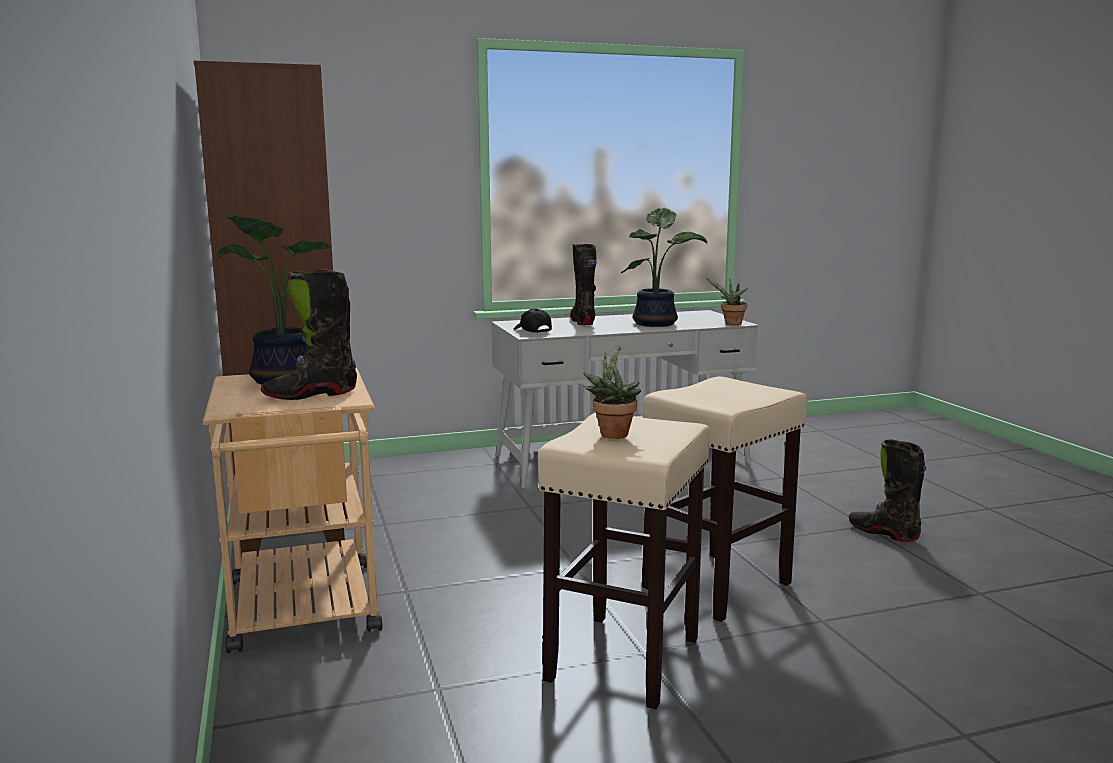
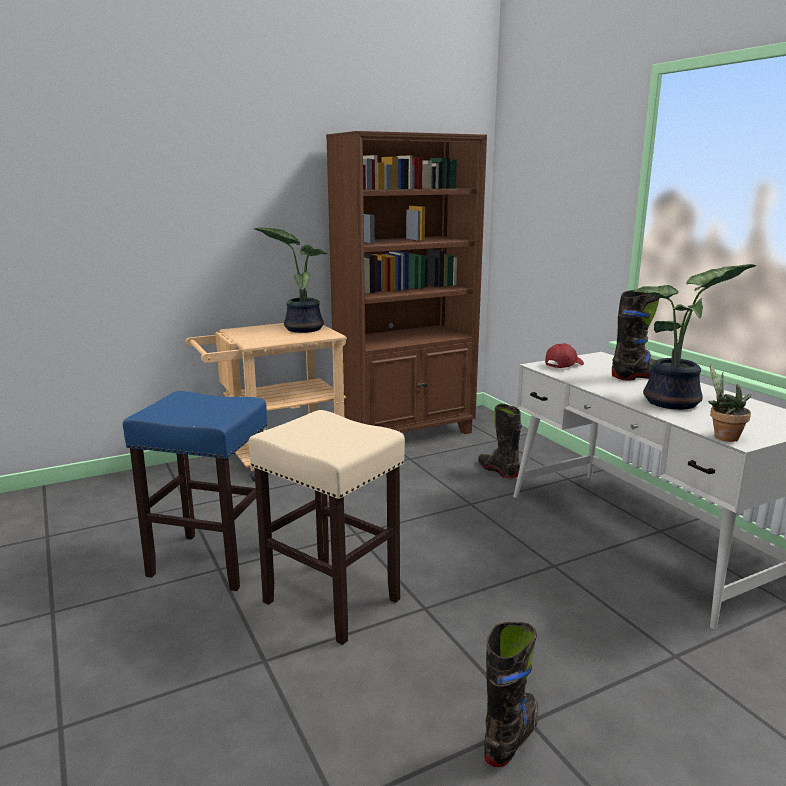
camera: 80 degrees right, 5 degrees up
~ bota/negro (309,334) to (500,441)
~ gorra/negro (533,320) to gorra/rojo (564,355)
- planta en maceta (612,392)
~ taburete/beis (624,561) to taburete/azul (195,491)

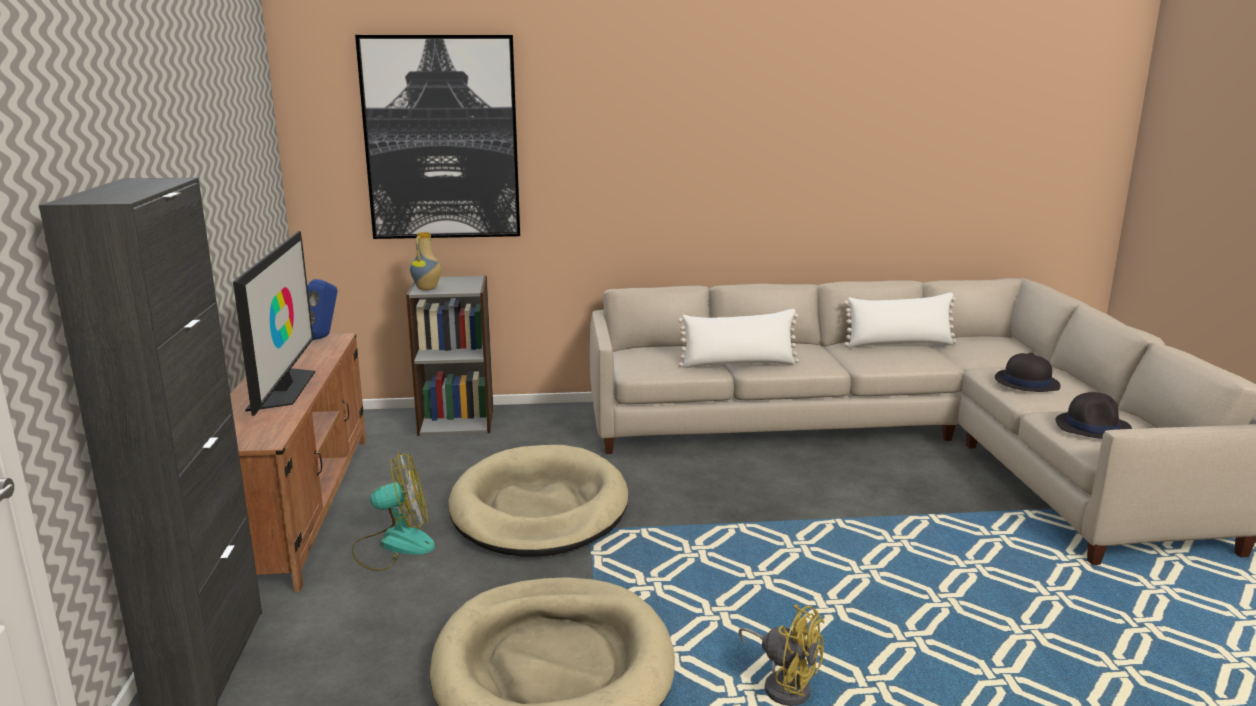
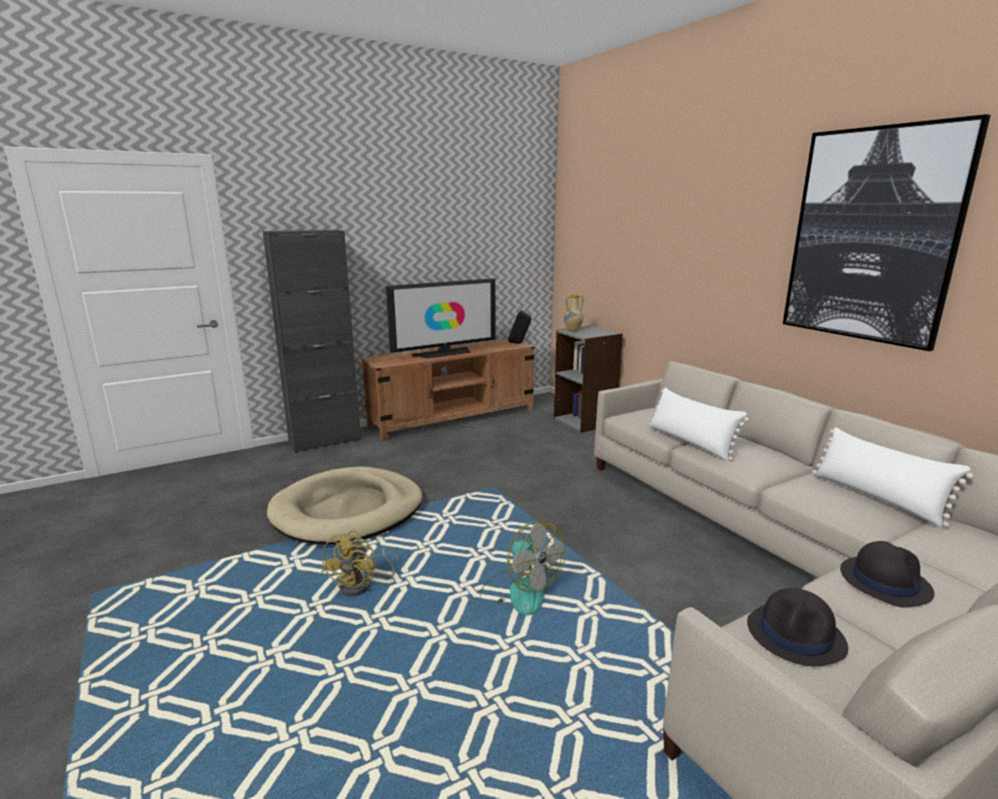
camera: 65 degrees right, 0 degrees up
~ cuadro (437,137) to (887,232)
~ altavoz/azul (322,309) to altavoz/negro (519,327)
- cama para perro/beis (538,501)
~ ventilador (393,511) to (523,567)

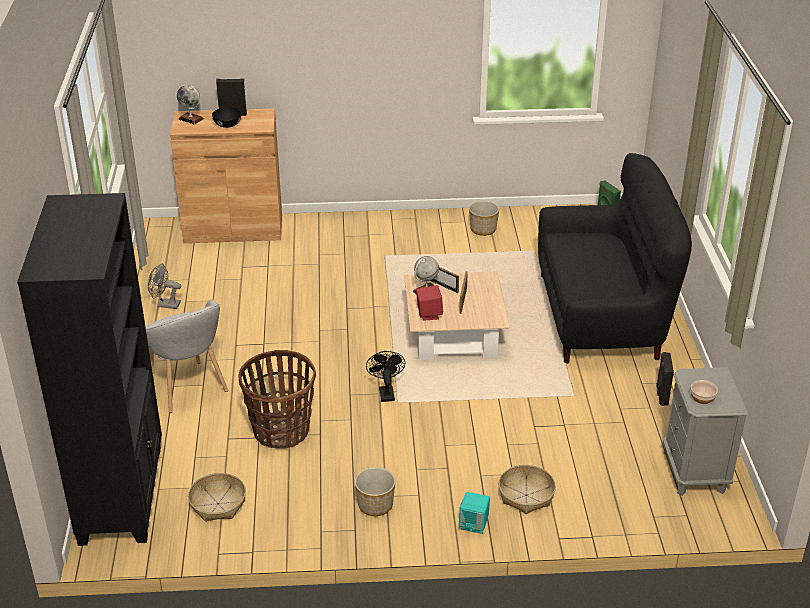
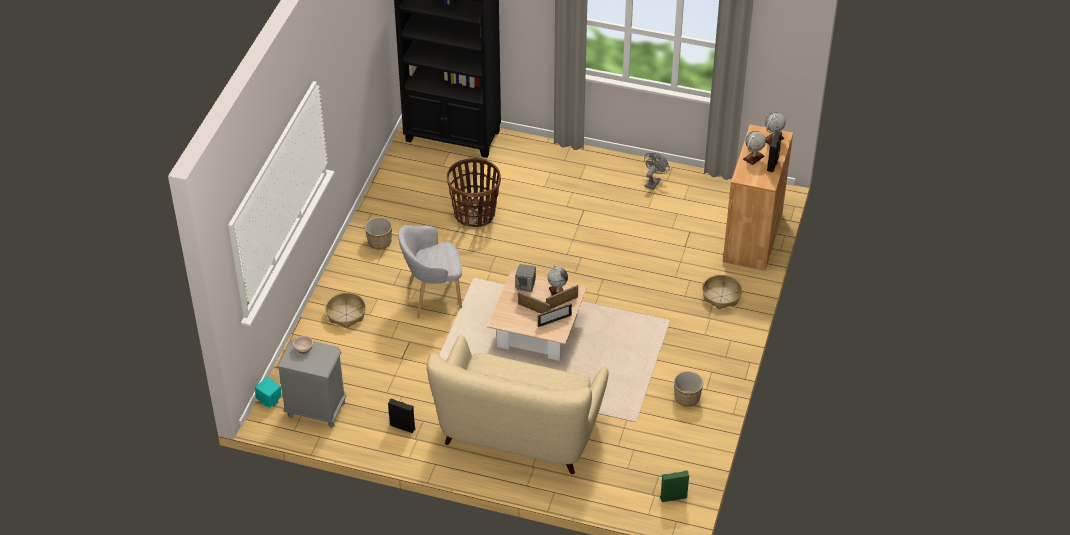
camera: 110 degrees right, 10 degrees up
~ cuenco/negro (227,117) to globo terráqueo (754,148)
~ sofá/negro (615,258) to sofá/beis (517,404)
~ altavoz/rojo (429,303) to altavoz/gris (525,278)
~ sillón/gris (186,356) to (430,271)
- ventilador/negro (385,376)
~ cesta (217,497) to (722,292)
~ altavoz/turquesa (474,513) to (268,392)
+ portarretratos (555,315)

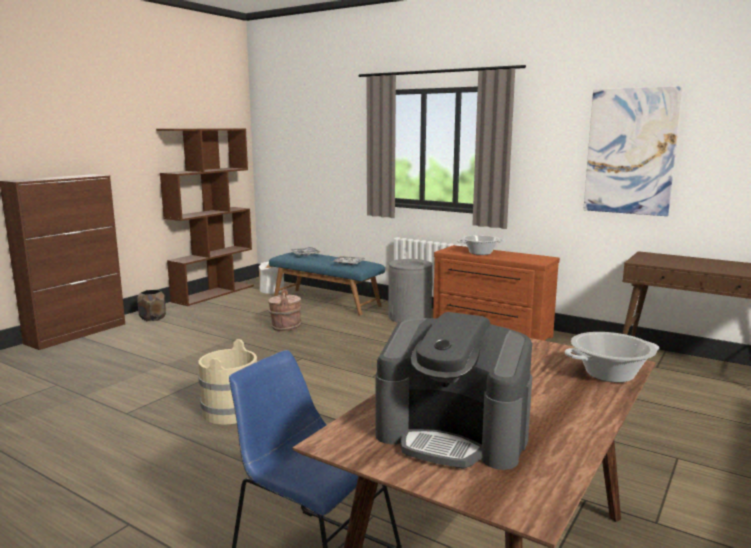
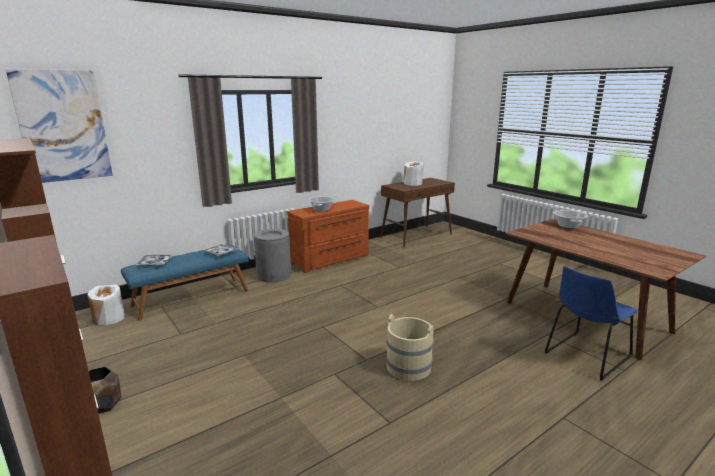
camera: 70 degrees left, 5 degrees up
~ cuadro (633,151) to (59,126)
- cubo/marrón (285,310)
- cafetera (453,391)
+ florero/blanco (414,173)

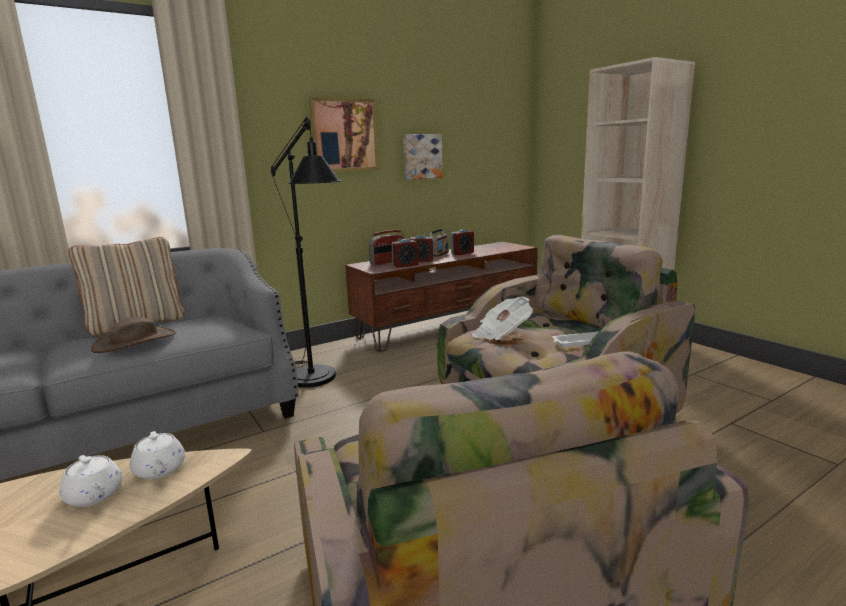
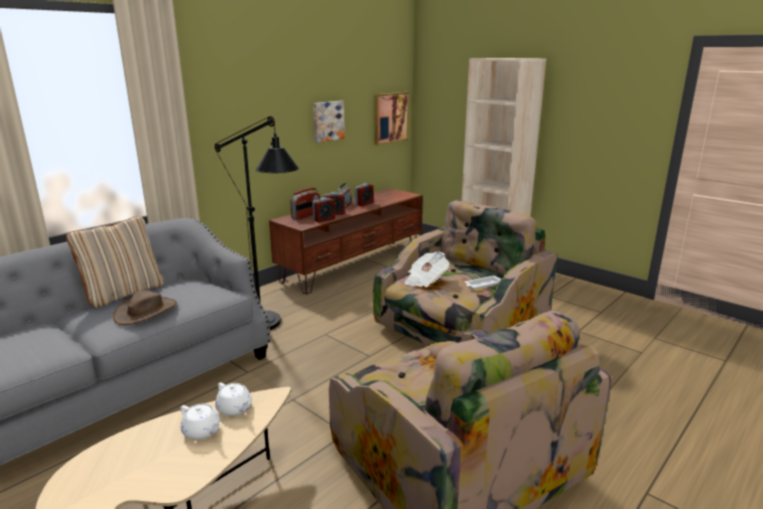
camera: 15 degrees left, 5 degrees up
~ cuadro (344,134) to (391,119)

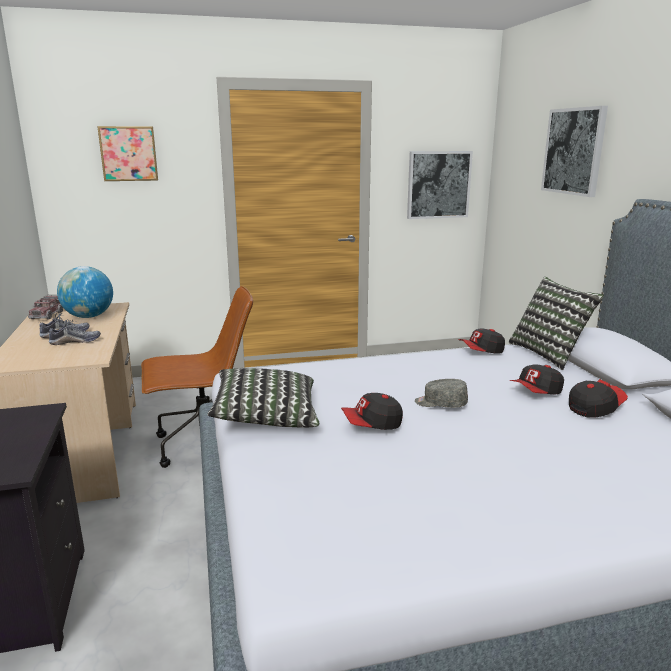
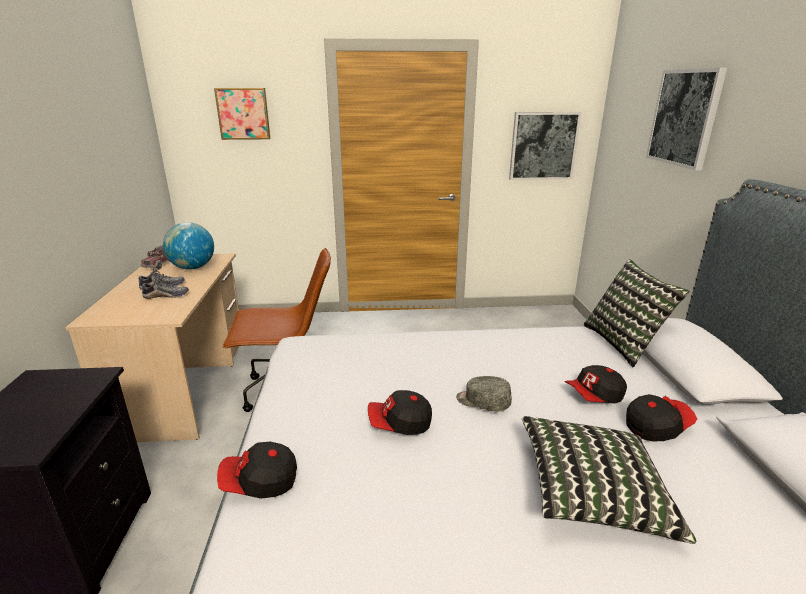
camera: 10 degrees right, 5 degrees up
~ gorra (482,341) to (257,470)
~ cojín (263,398) to (609,480)

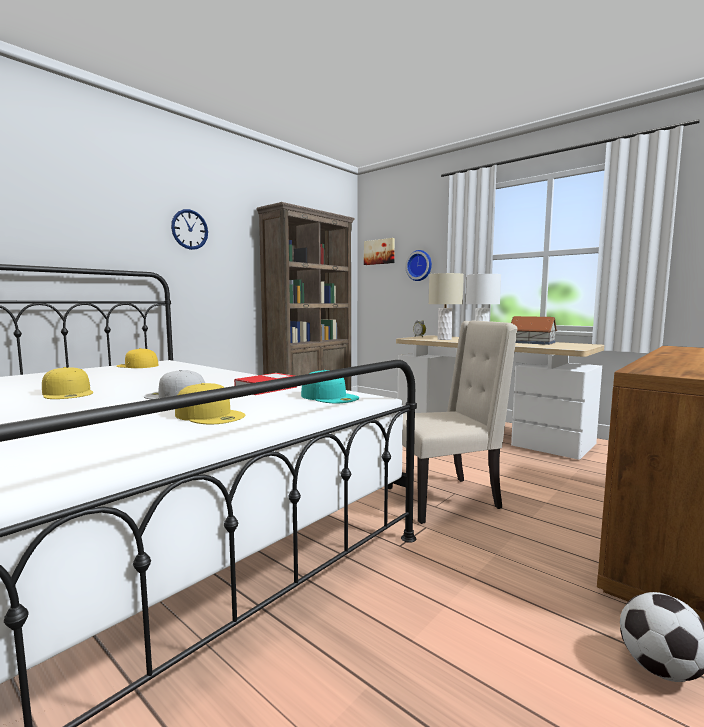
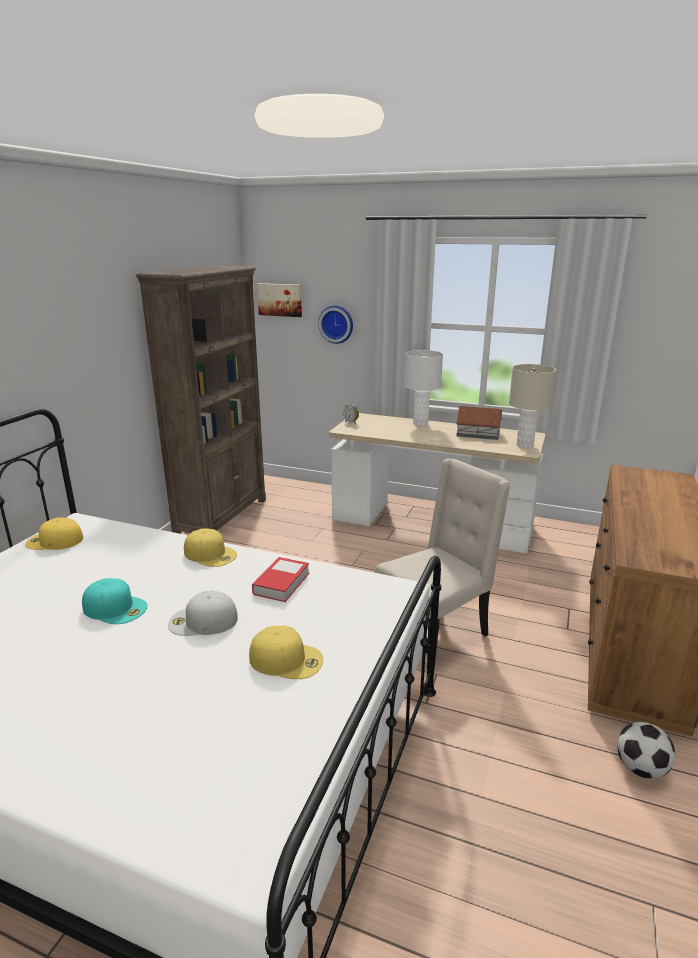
camera: 20 degrees left, 15 degrees up
- reloj de pared (189,229)
~ lámpara de mesa/beis (446,306) to (532,406)
~ gorra/amarillo (67,383) to (210,547)
~ gorra/turquesa (330,386) to (115,601)

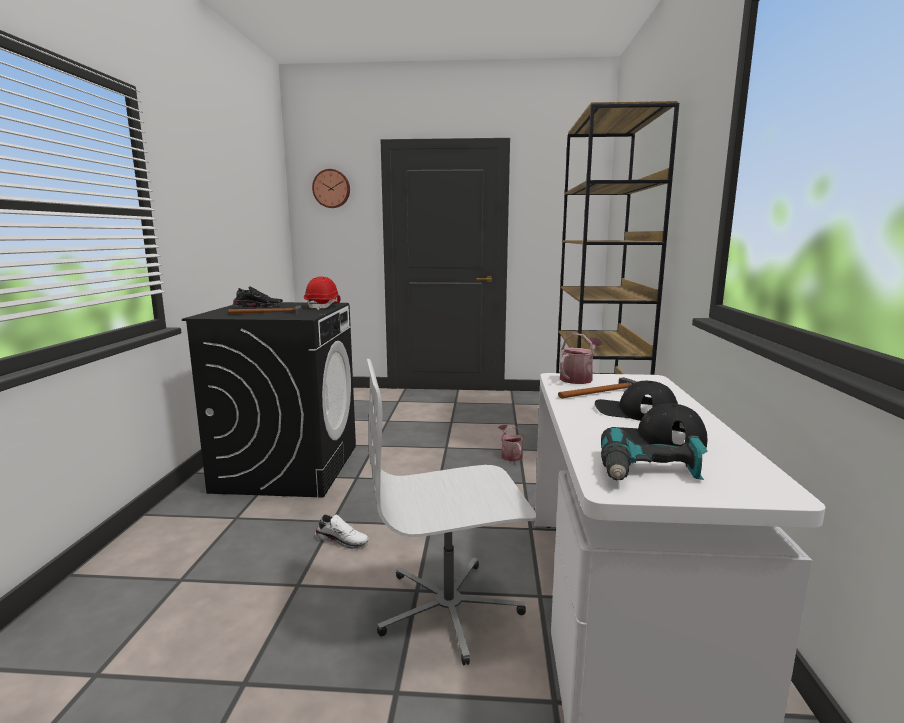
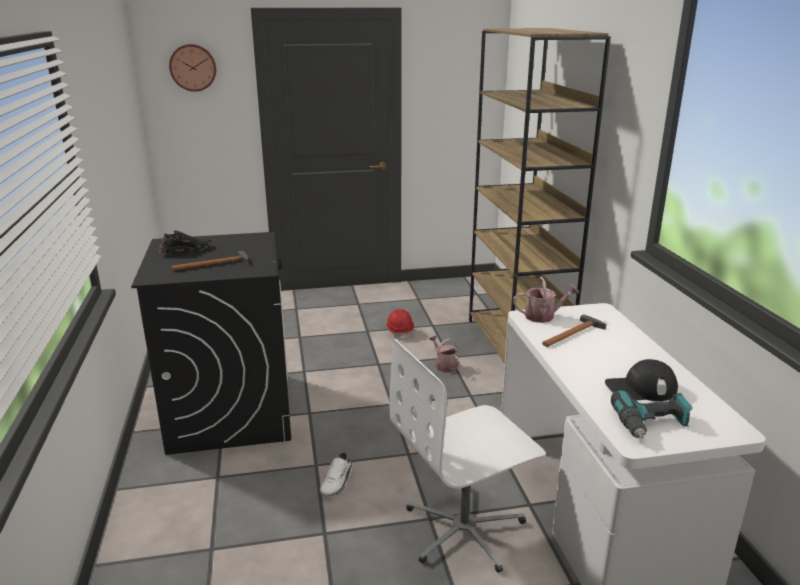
camera: 15 degrees left, 10 degrees up
~ casco/rojo (322,293) to (400,324)
~ regadera (581,358) = (546,300) 60 degrees clockwise
- gorra/negro (636,401)
~ zapato/blanco (342,531) = (337,474) 105 degrees clockwise

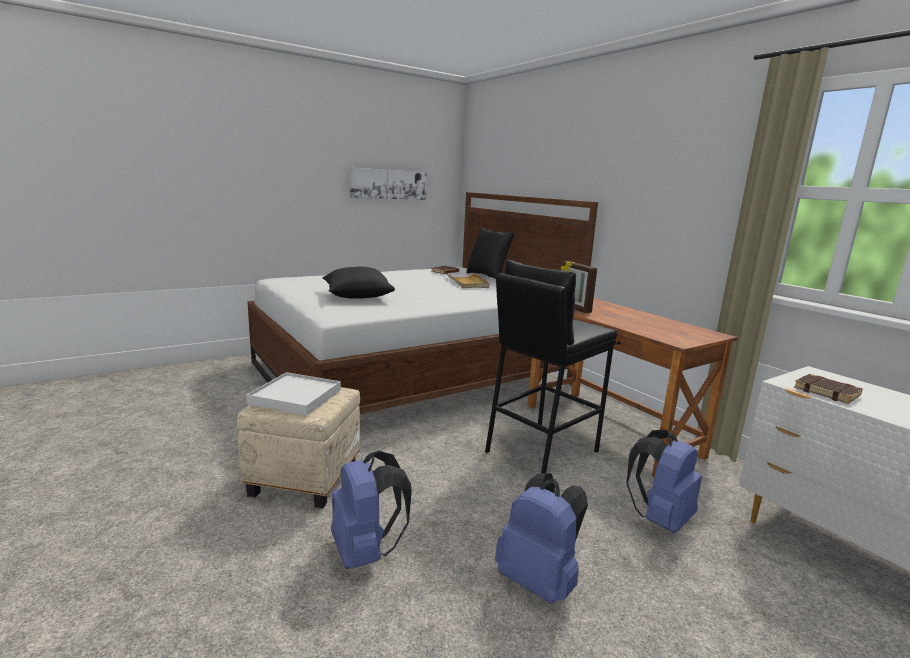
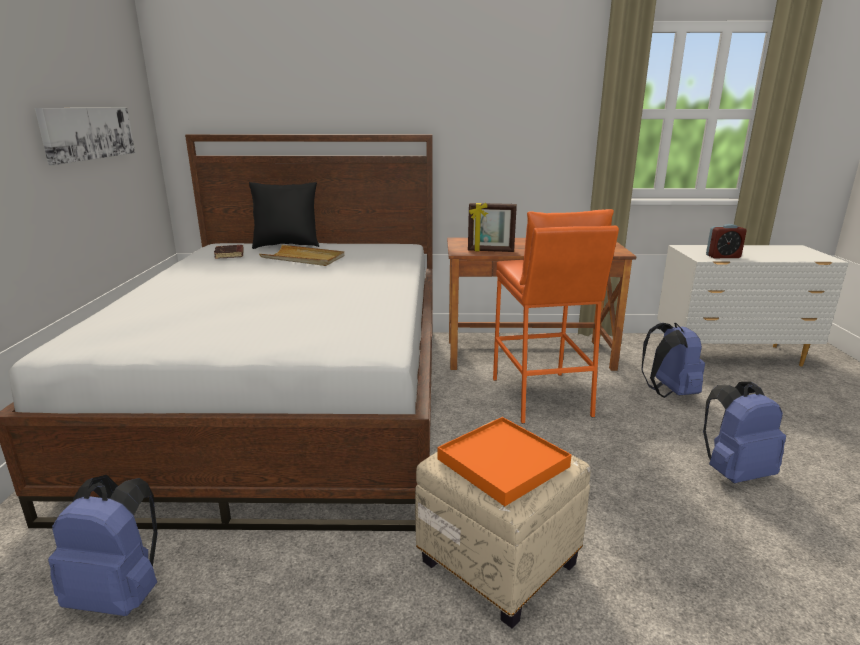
camera: 55 degrees left, 5 degrees up
~ taburete/negro (551,366) to taburete/naranja (556,316)
- cojín/negro (359,283)
~ bandeja/blanco (293,393) to bandeja/naranja (504,461)
~ libro/marrón (828,389) to despertador (726,241)
~ mochila/azul (371,510) to (103,545)

